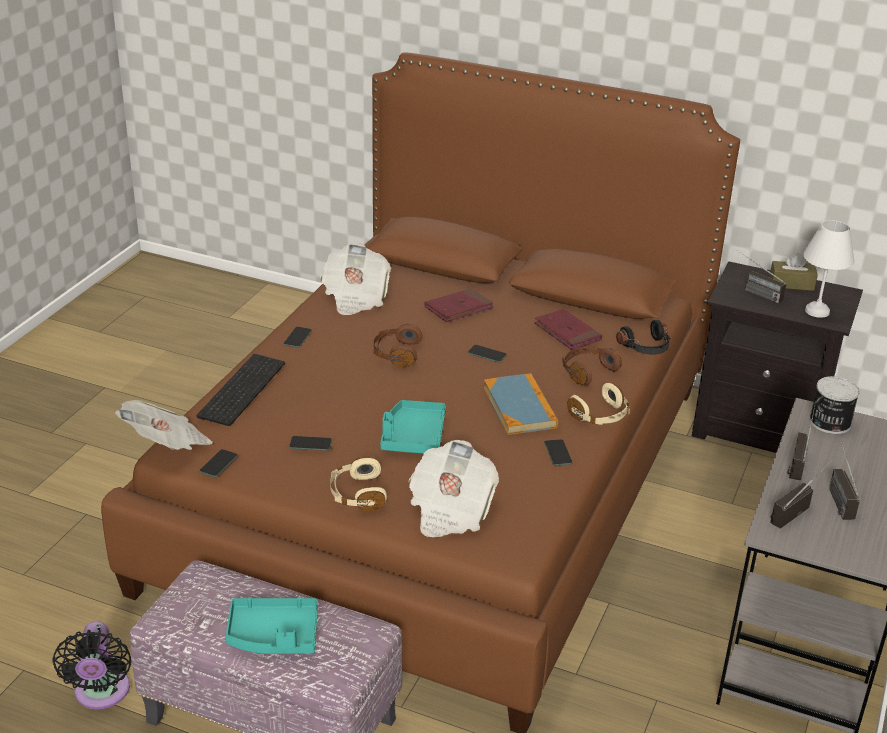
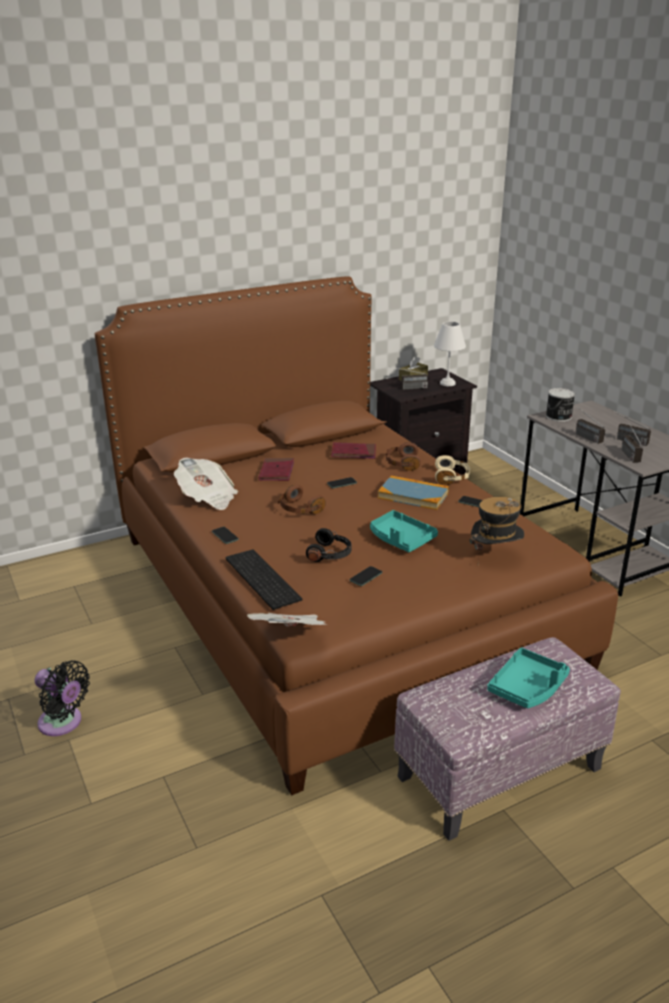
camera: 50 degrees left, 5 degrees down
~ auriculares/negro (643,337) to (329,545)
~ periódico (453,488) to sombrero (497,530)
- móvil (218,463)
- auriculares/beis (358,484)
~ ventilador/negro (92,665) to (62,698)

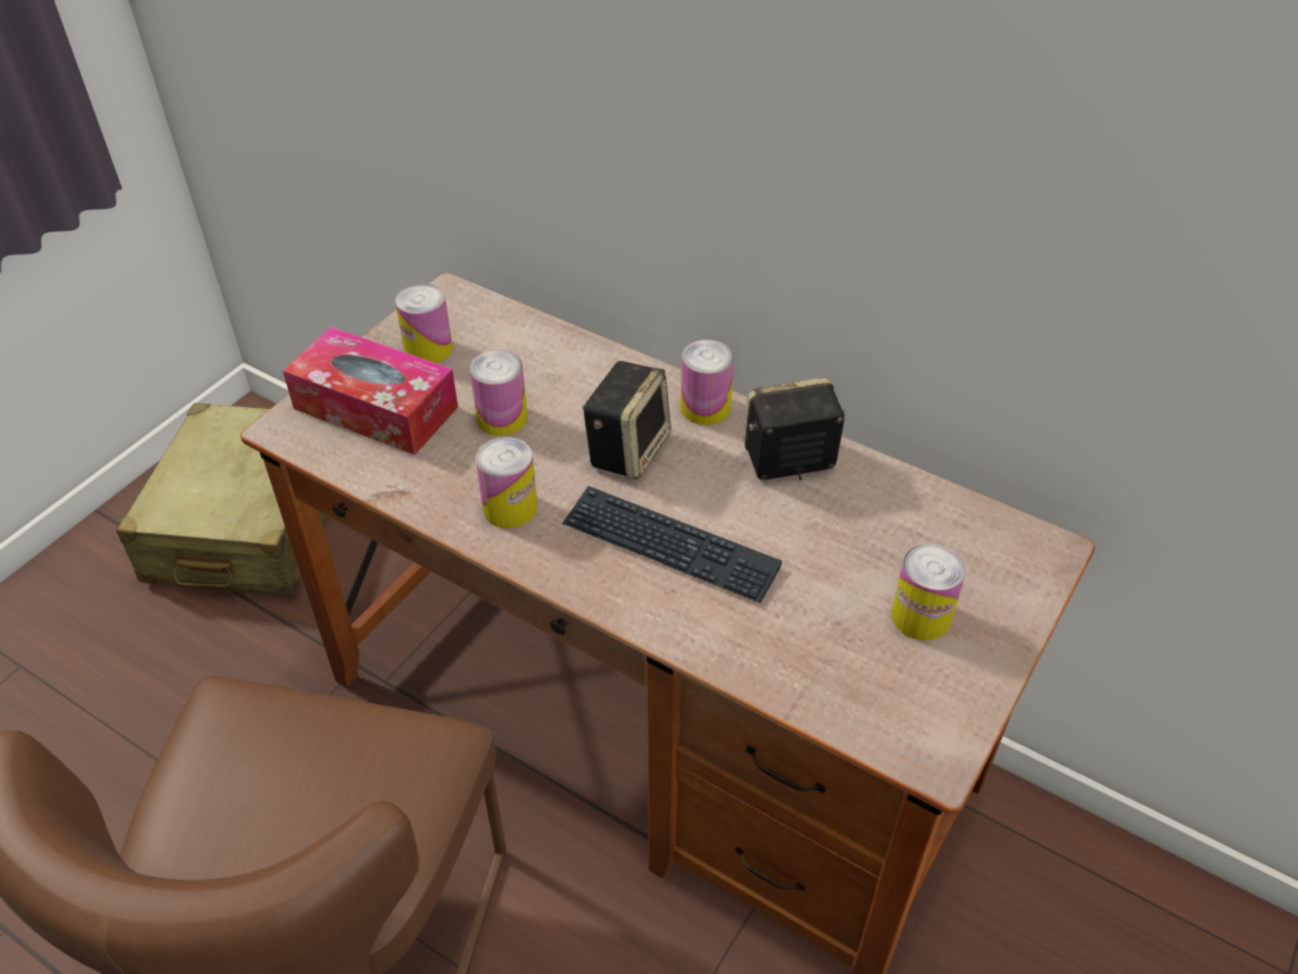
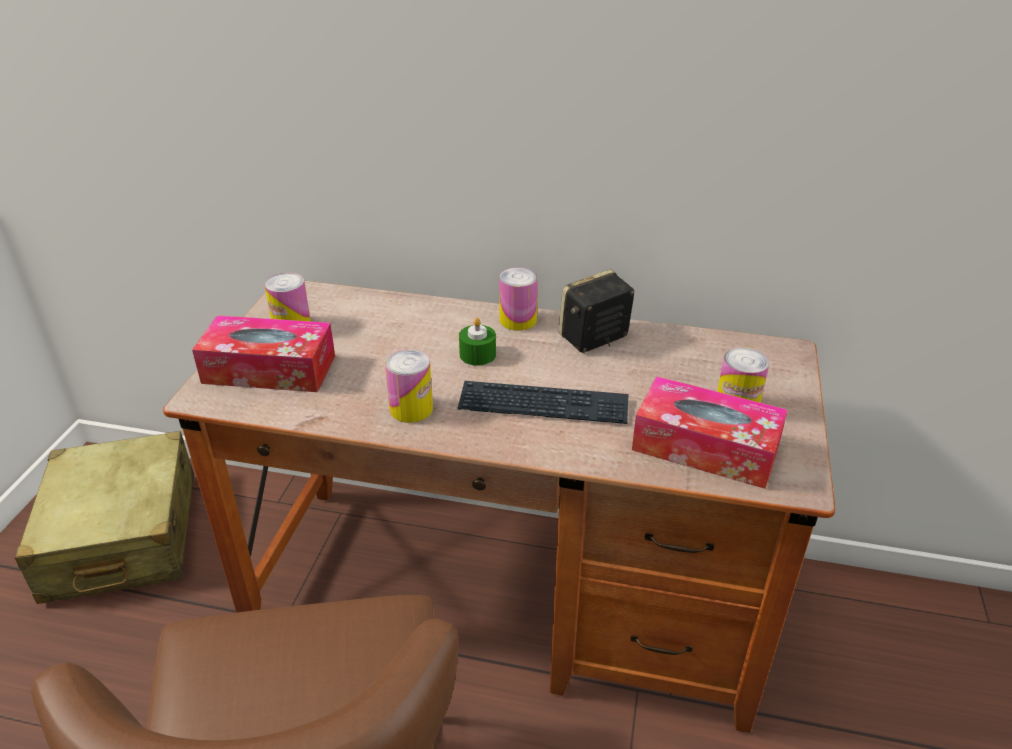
camera: 20 degrees left, 10 degrees down
- lata (499,393)
~ altavoz (626,420) to vela/verde (477,342)
+ caja de pañuelos (710,432)

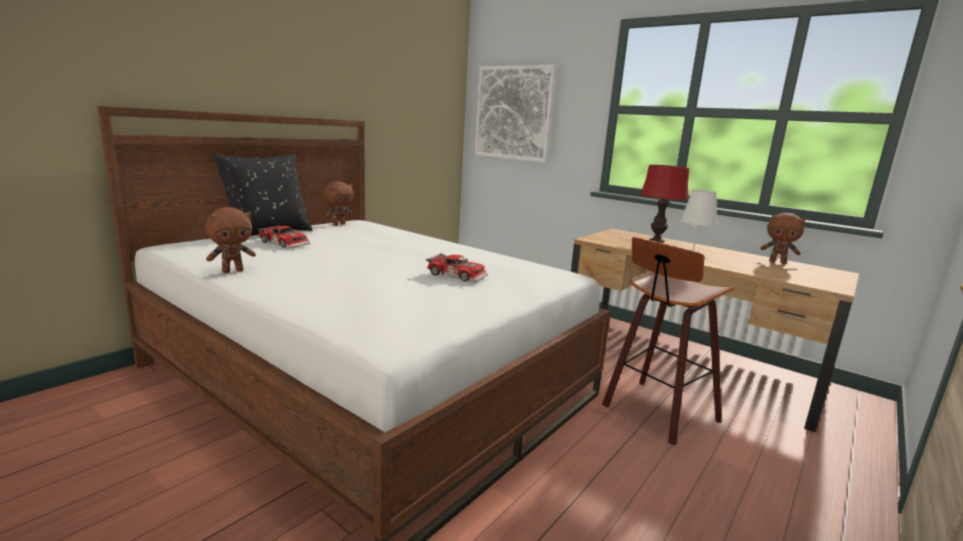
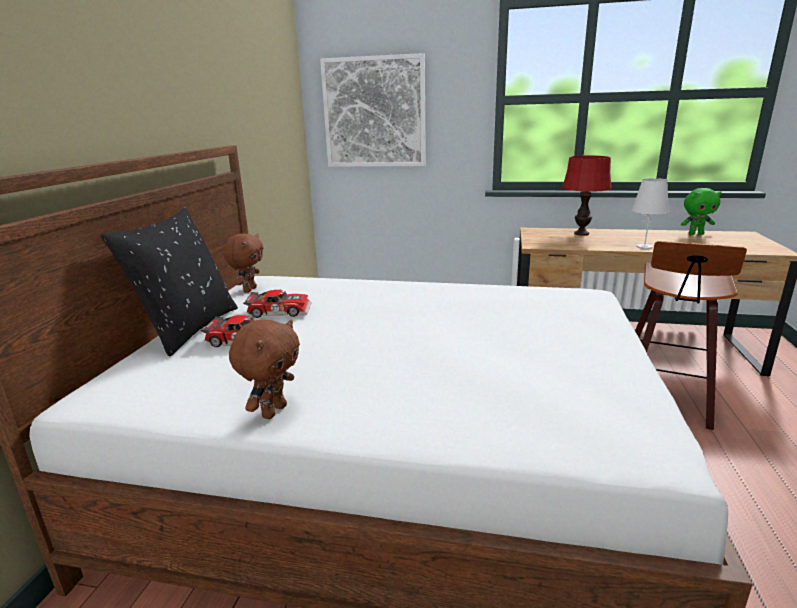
camera: 25 degrees left, 5 degrees up
~ peluche/marrón (783,238) to peluche/verde (701,211)
~ coche de juguete (457,267) to (277,304)

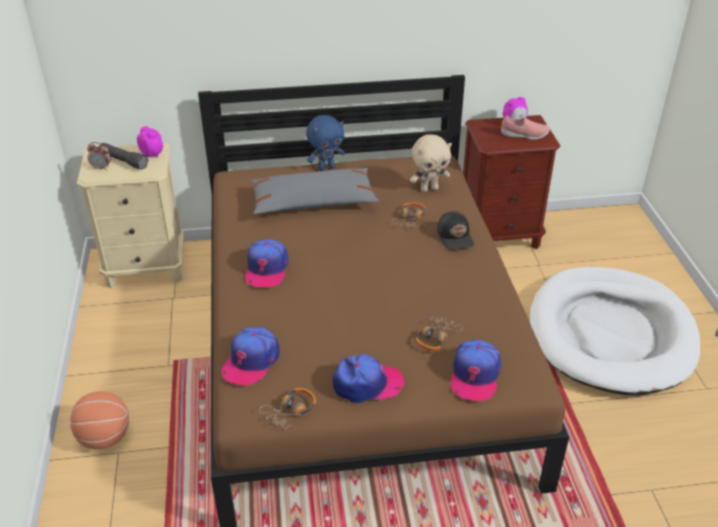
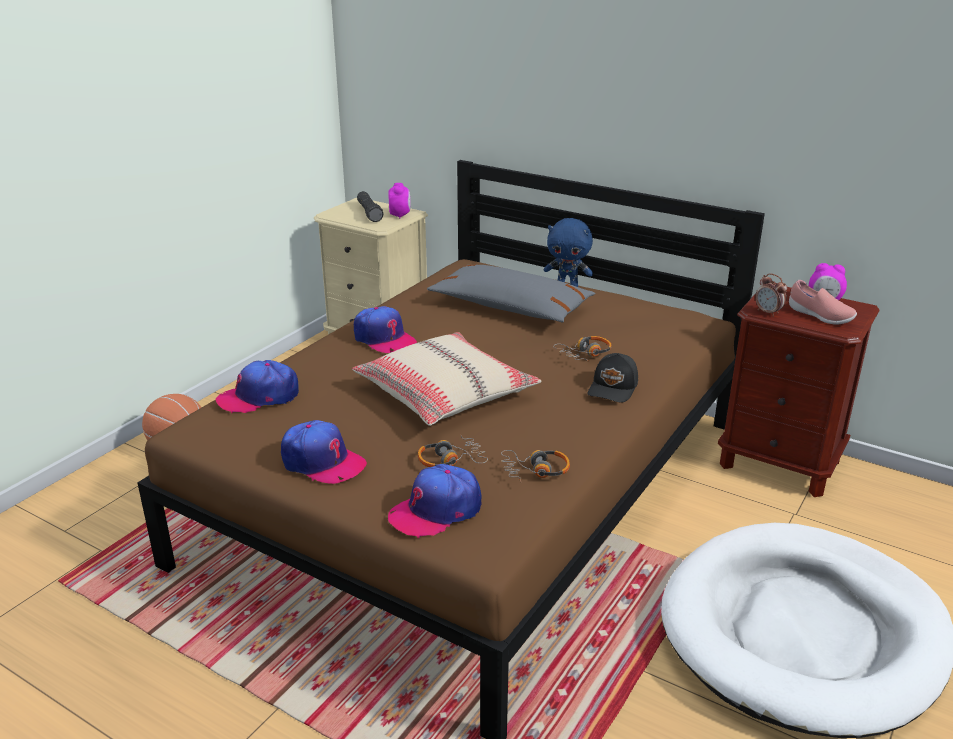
camera: 40 degrees right, 10 degrees down
- peluche/beis (431,163)
~ despertador (99,156) to (771,295)
~ gorra (266,263) = (385,329) 90 degrees counterclockwise
~ auriculares (287,408) to (535,466)
+ cojín/beis (447,379)

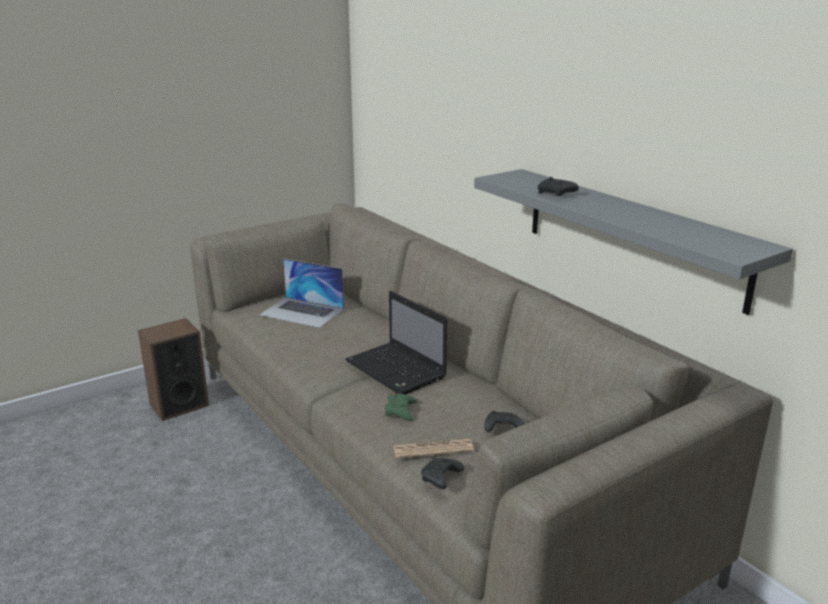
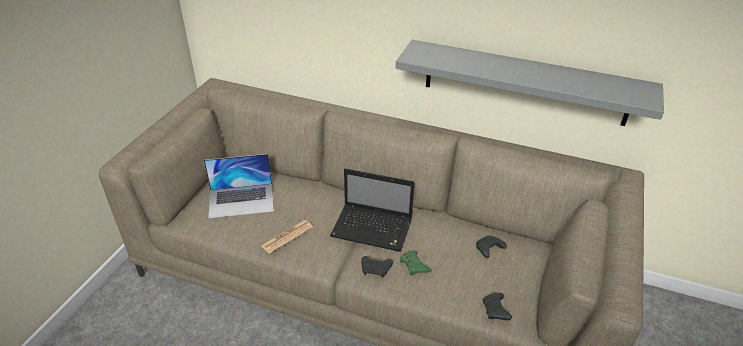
camera: 35 degrees left, 15 degrees up
~ mando de consola/negro (558,186) to (377,267)
- altavoz (173,369)
~ periódico (433,448) to (287,237)

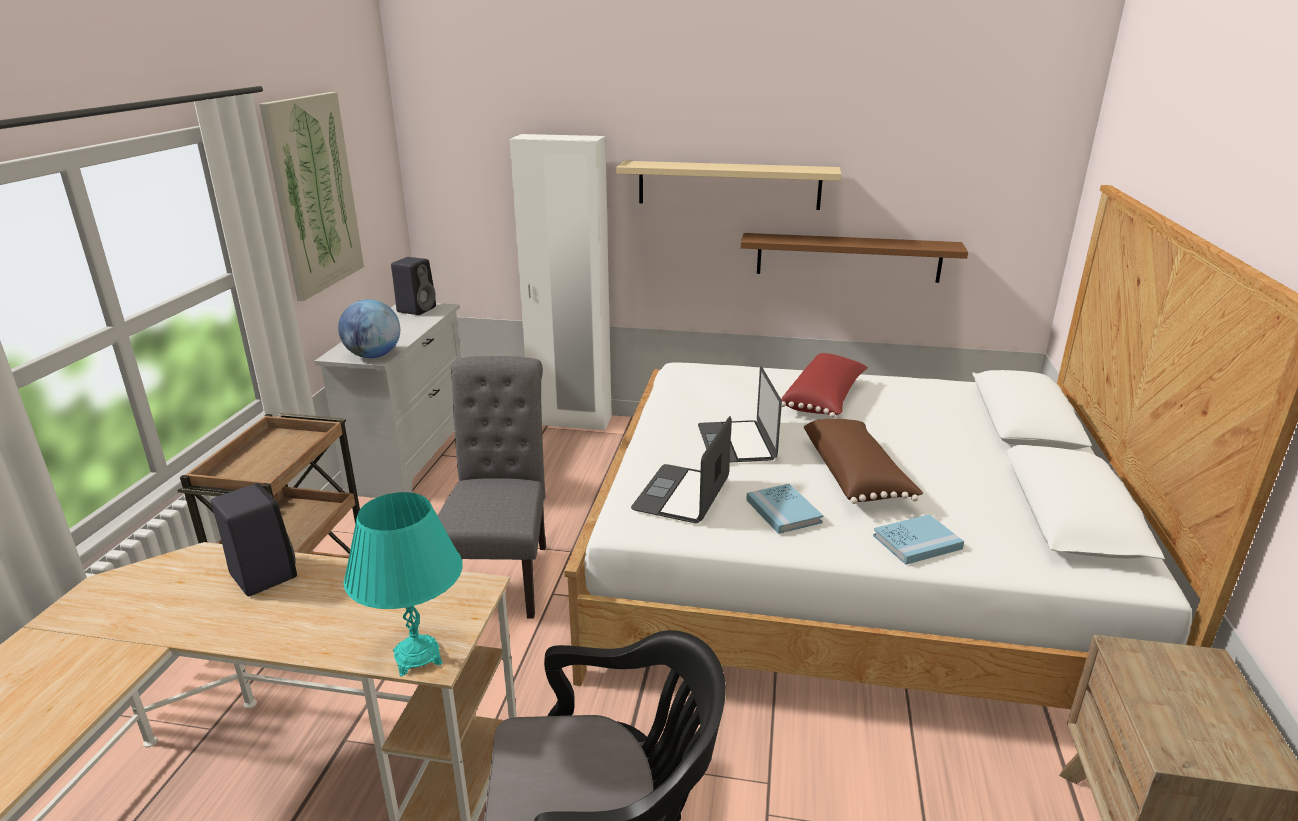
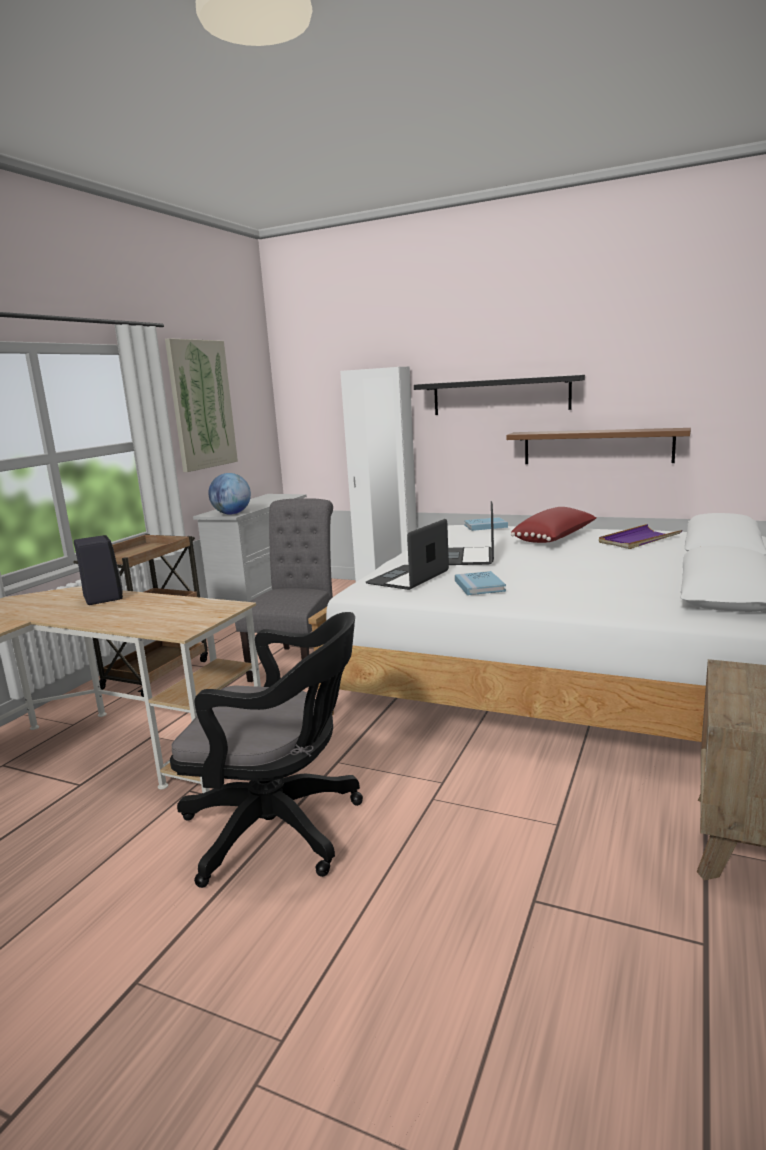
camera: 15 degrees right, 10 degrees down
~ estante/beis (728,185) to estante/negro (499,395)
- altavoz/negro (413,286)
- cojín/marrón (863,461)
- lámpara de mesa/turquesa (403,584)
~ libro/azul (918,539) to (486,524)
+ bandeja/morado (640,536)

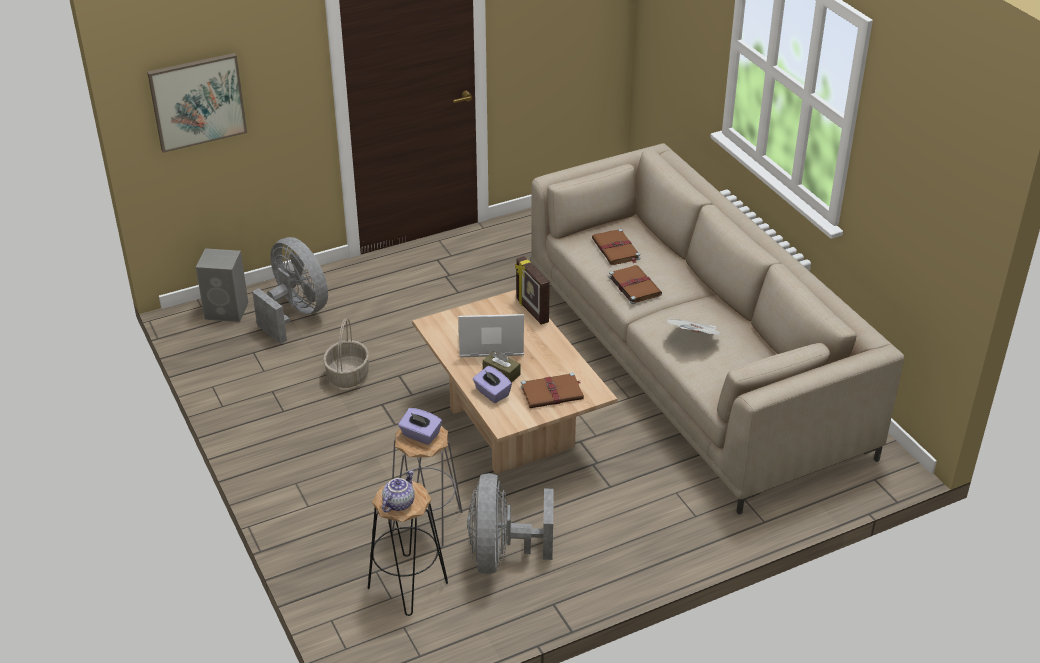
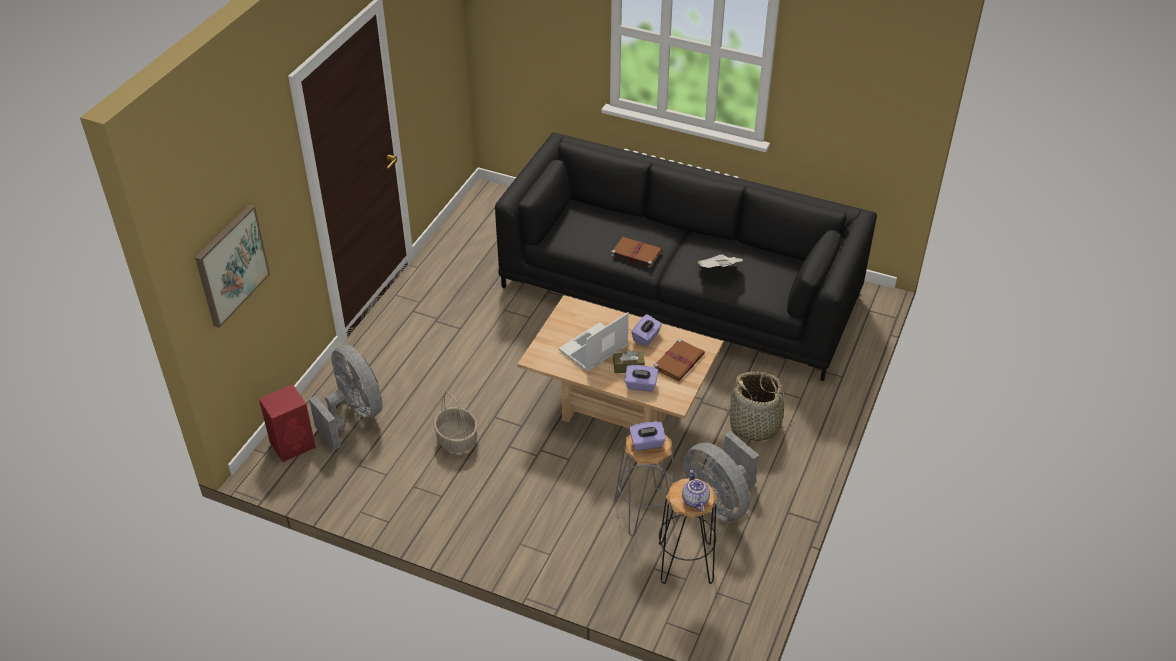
camera: 40 degrees left, 5 degrees up
~ sofá/beis (717,328) to sofá/negro (686,256)
- libro/marrón (616,247)
~ ventilador/gris (290,290) = (346,397) 45 degrees clockwise
~ altavoz/gris (222,285) to altavoz/rojo (287,423)
- portarretratos (532,290)
+ caja de pañuelos/morado (646,330)
+ cesta (759,406)

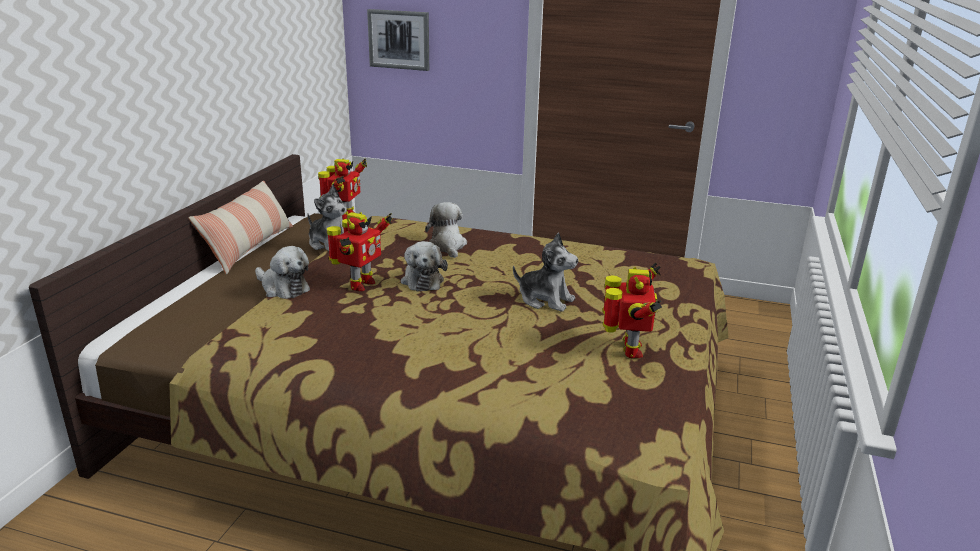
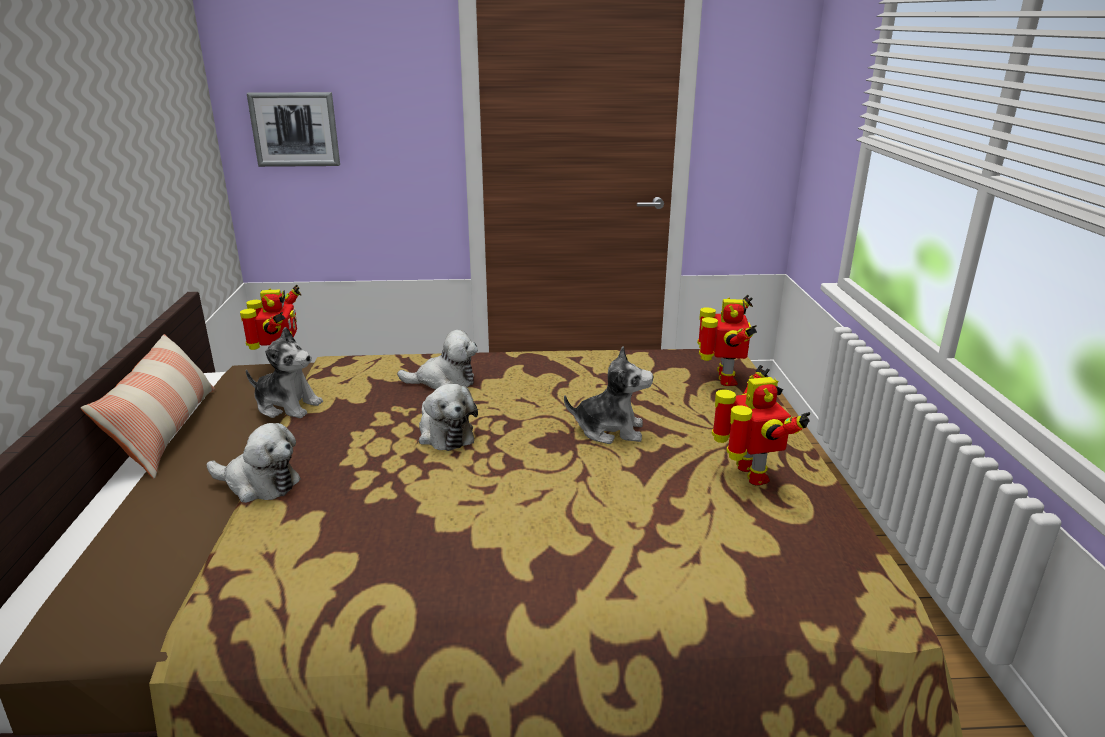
camera: 20 degrees left, 0 degrees up
~ peluche (446,230) = (437,359) 120 degrees clockwise
~ robot de juguete (360,251) to (727,340)

